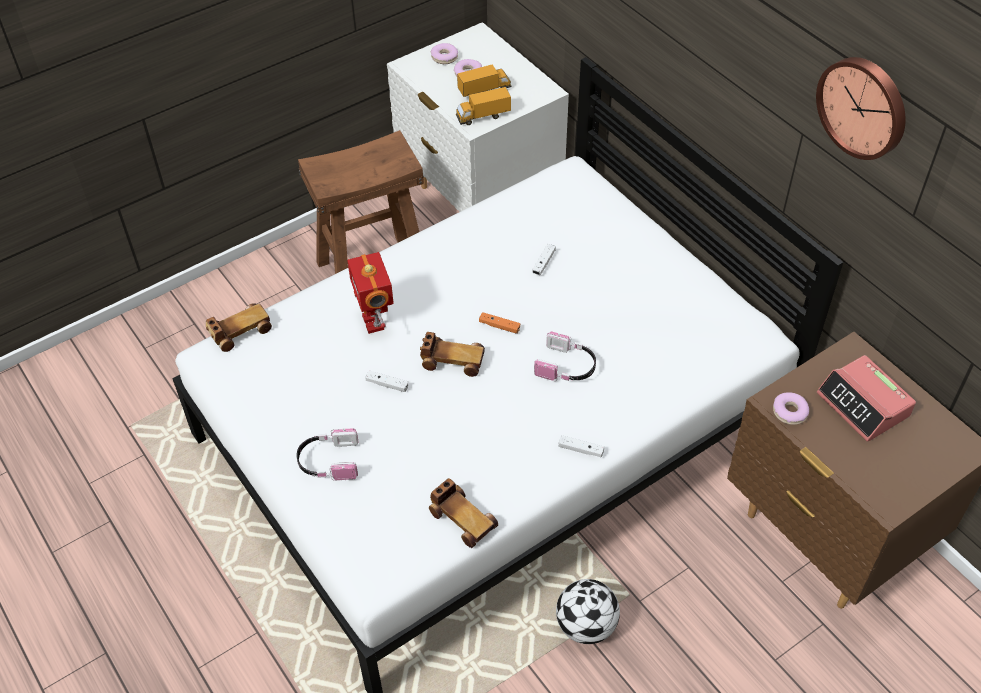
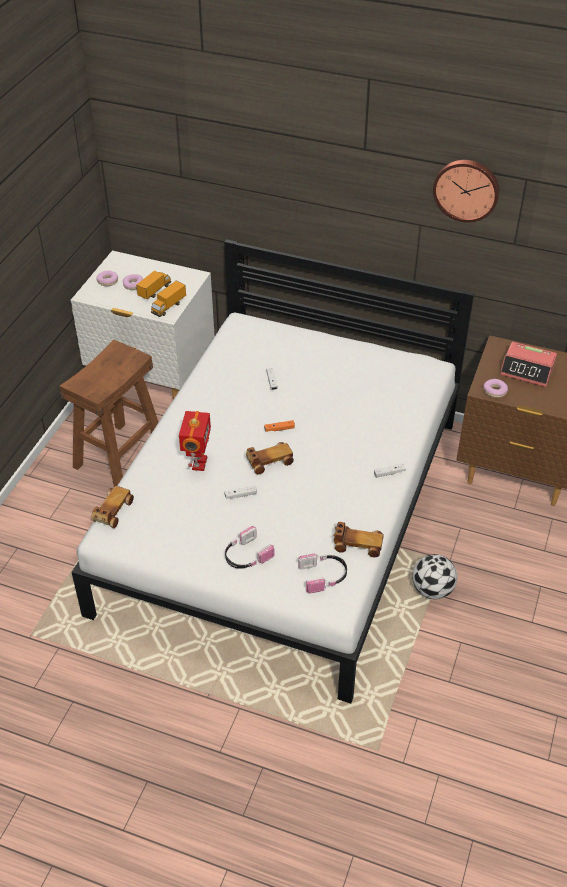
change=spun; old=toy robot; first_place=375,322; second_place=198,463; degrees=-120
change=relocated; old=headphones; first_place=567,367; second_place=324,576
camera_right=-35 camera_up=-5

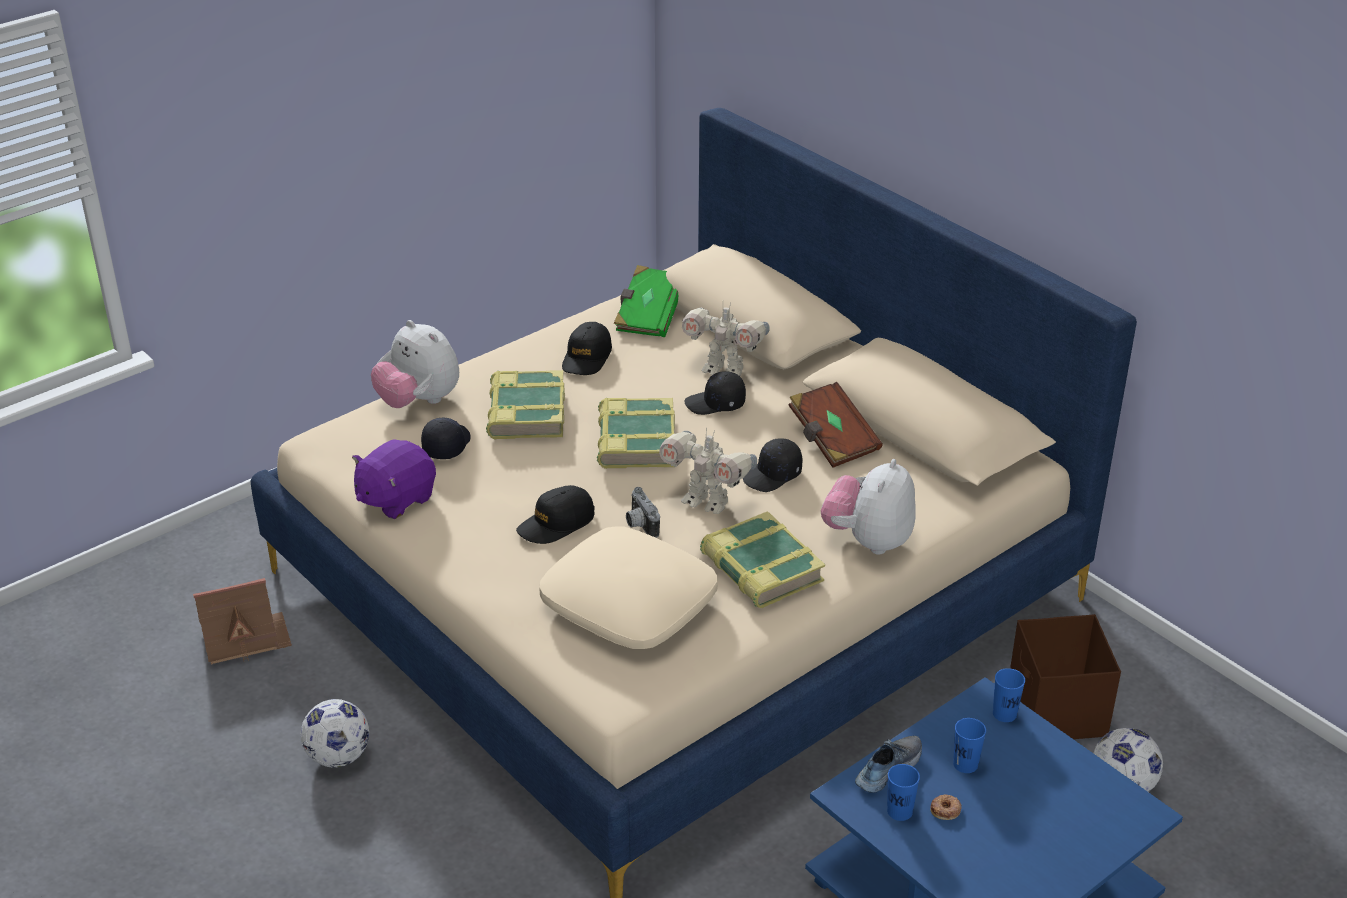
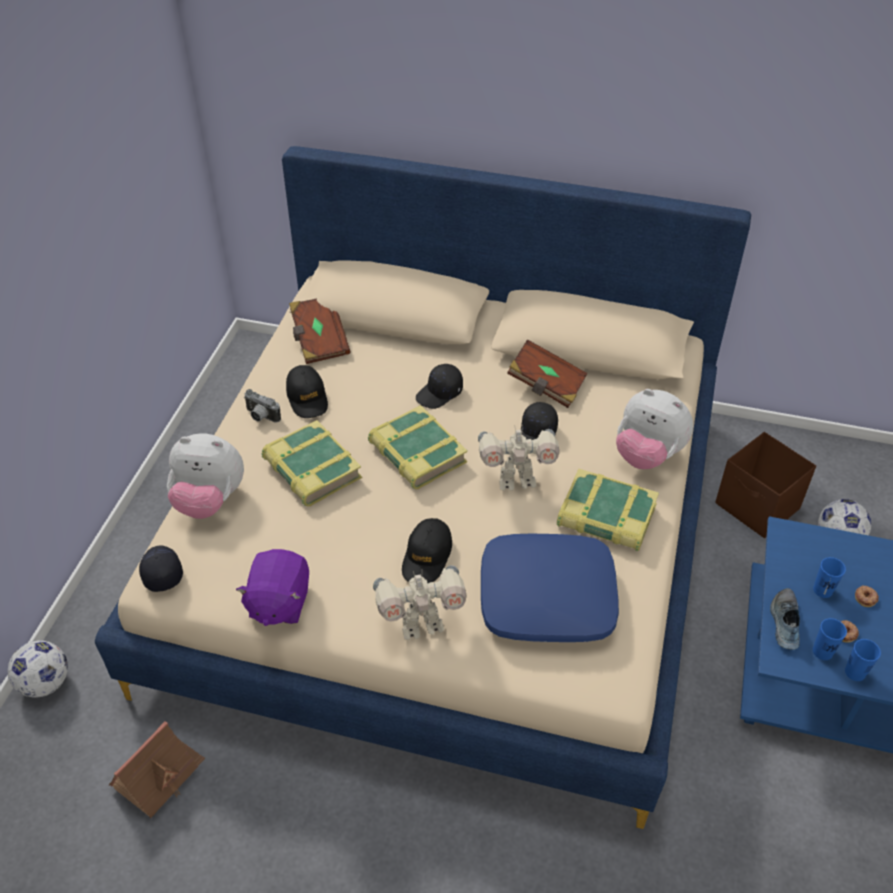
change=relocated; old=football; first_place=339,757; second_place=46,683
change=relocated; old=cap/black; first_place=446,445; second_place=160,571
change=colour; old=pillow/beige; new=pillow/blue; first_place=630,603; second_place=547,597
change=colour; old=book/green; new=book/brown; first_place=649,316; second_place=319,341
change=relocated; old=photo camera; first_place=639,525; second_place=260,417
change=relocated; old=toy robot; first_place=724,370; second_place=421,624
change=spun; old=plush toy; first_place=868,540; second_place=647,455; degrees=-45
change=relocated; old=cup/blue; first_place=1004,714; second_place=855,672
change=appeared; new=donut; second_place=865,597
camera_right=-35 camera_up=10

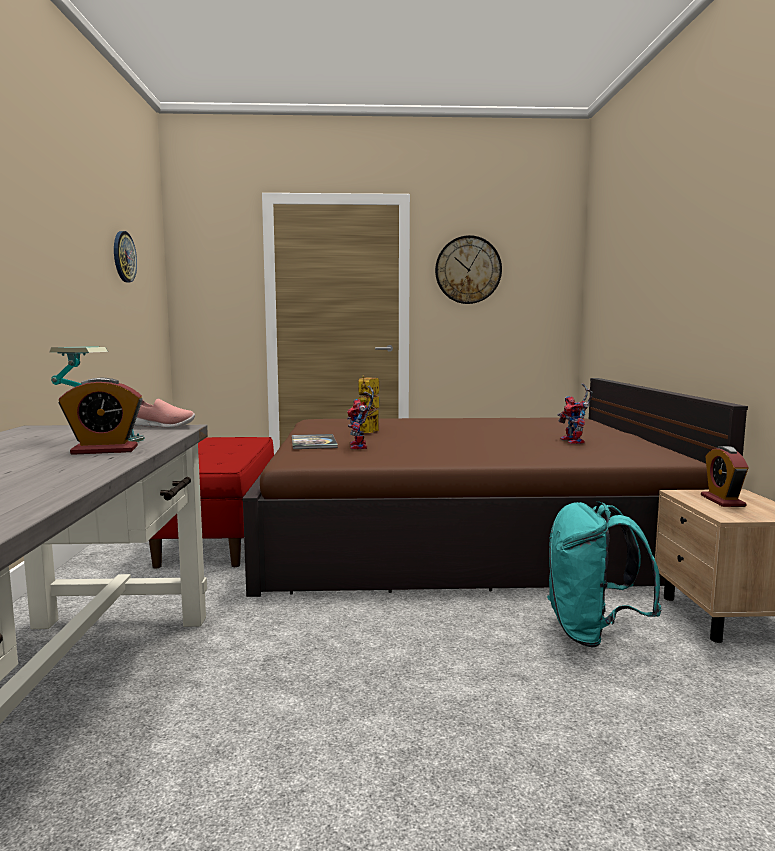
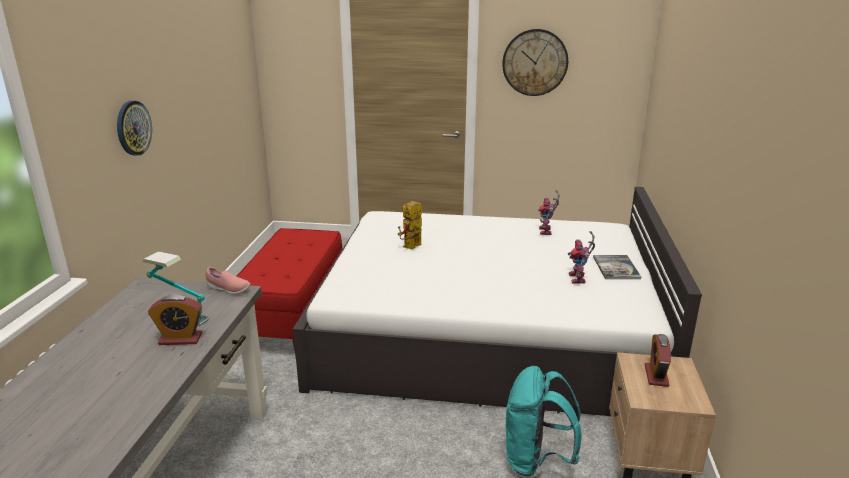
change=relocated; old=wall clock; first_place=123,256; second_place=133,128
change=colour; old=bed/brown; new=bed/white; first_place=464,532; second_place=488,332
change=relocated; old=book; first_place=313,443; second_place=616,268
change=relocated; old=toy robot; first_place=360,447; second_place=547,232
camera_right=10 camera_up=15

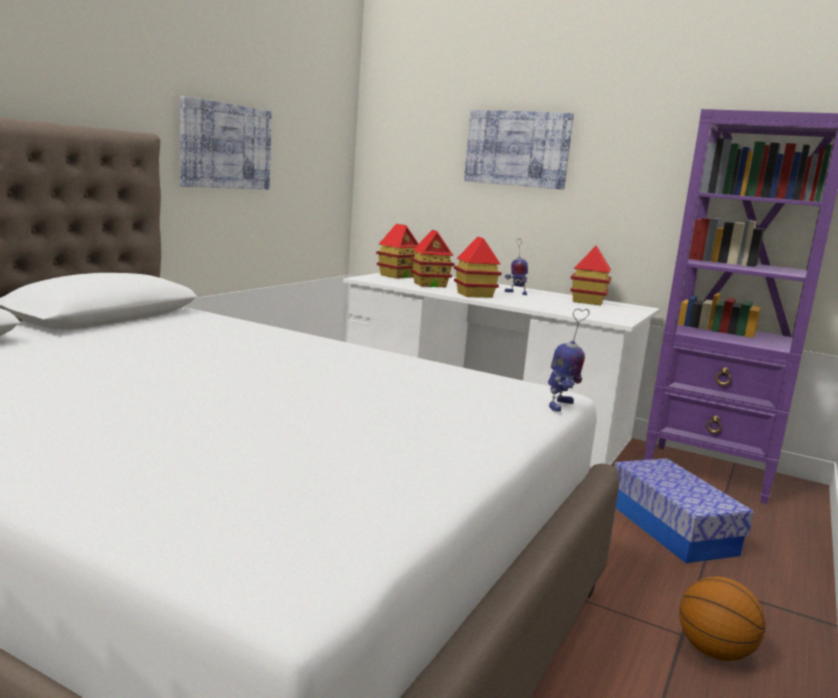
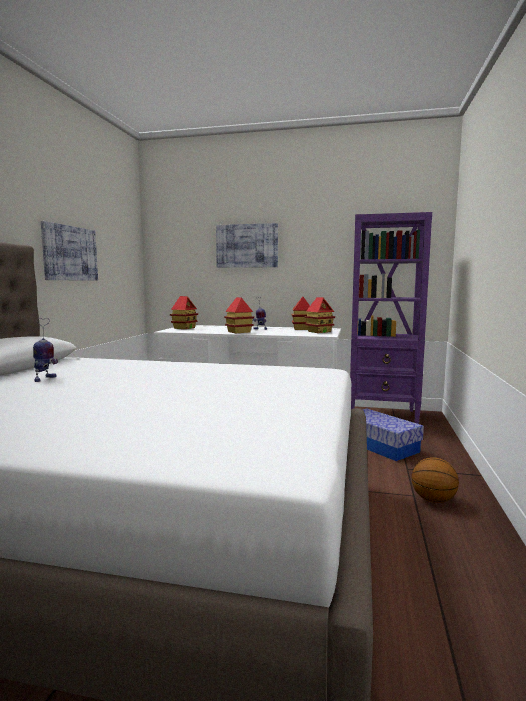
change=relocated; old=toy house; first_place=430,285; second_place=319,332
change=relocated; old=toy robot; first_place=560,406; second_place=44,379
camera_right=-15 camera_up=-5

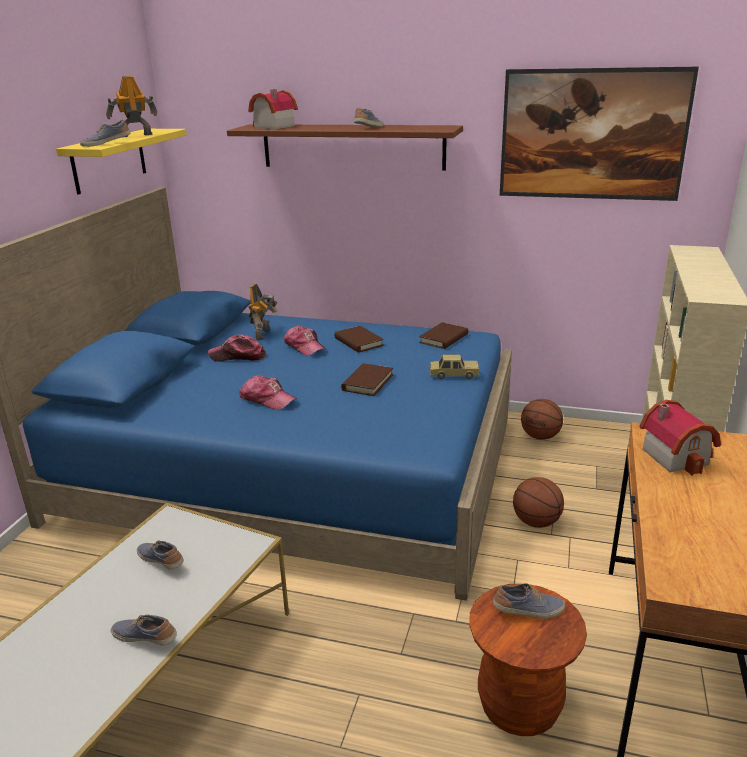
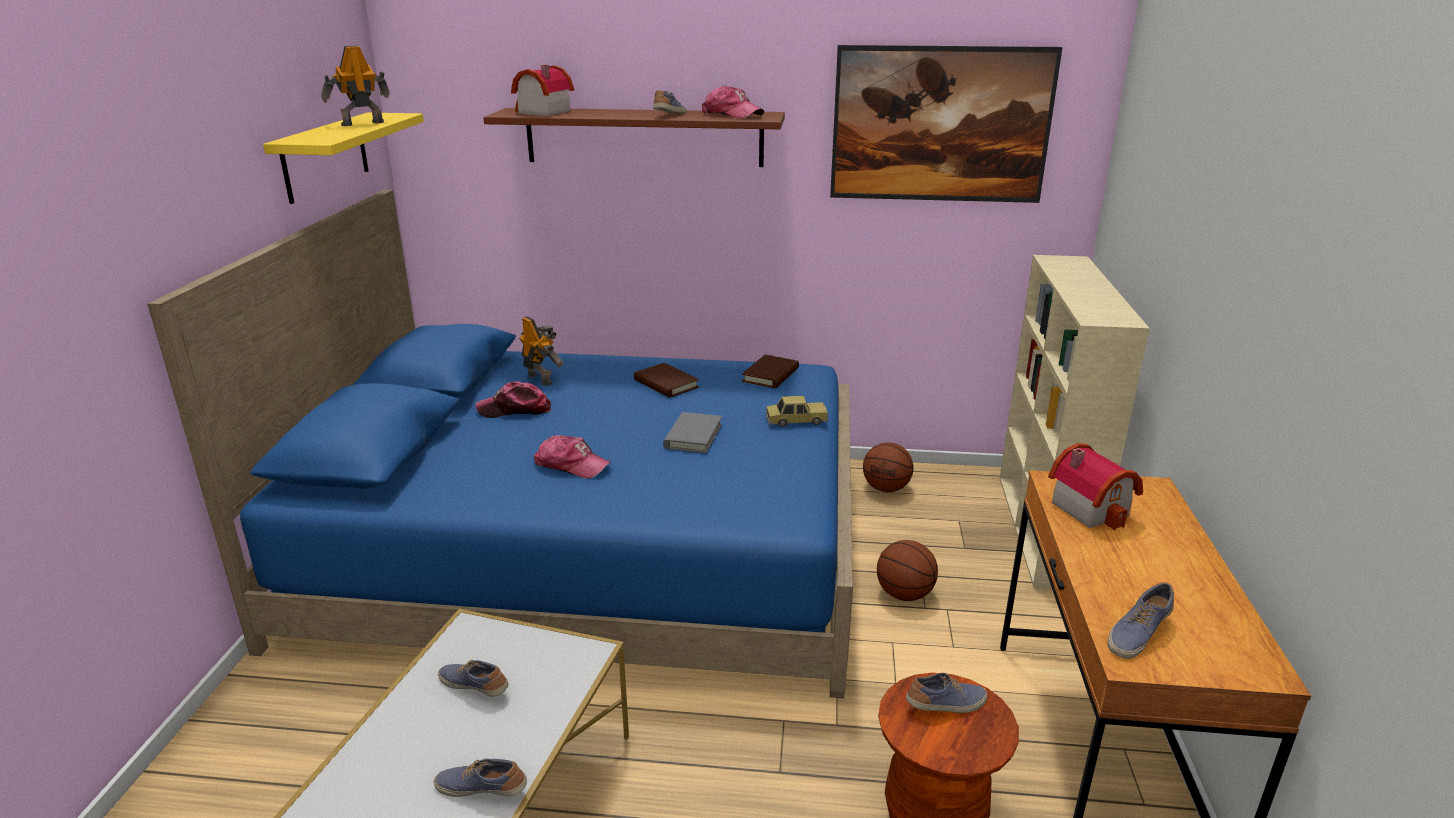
change=relocated; old=shoe; first_place=106,144; second_place=1137,633
change=spun; old=toy robot; first_place=264,334; second_place=541,379; degrees=-45
change=relocated; old=cap; first_place=304,347; second_place=731,115
change=colour; old=book/brown; new=book/grey; first_place=367,382; second_place=693,436
camera_right=-10 camera_up=0

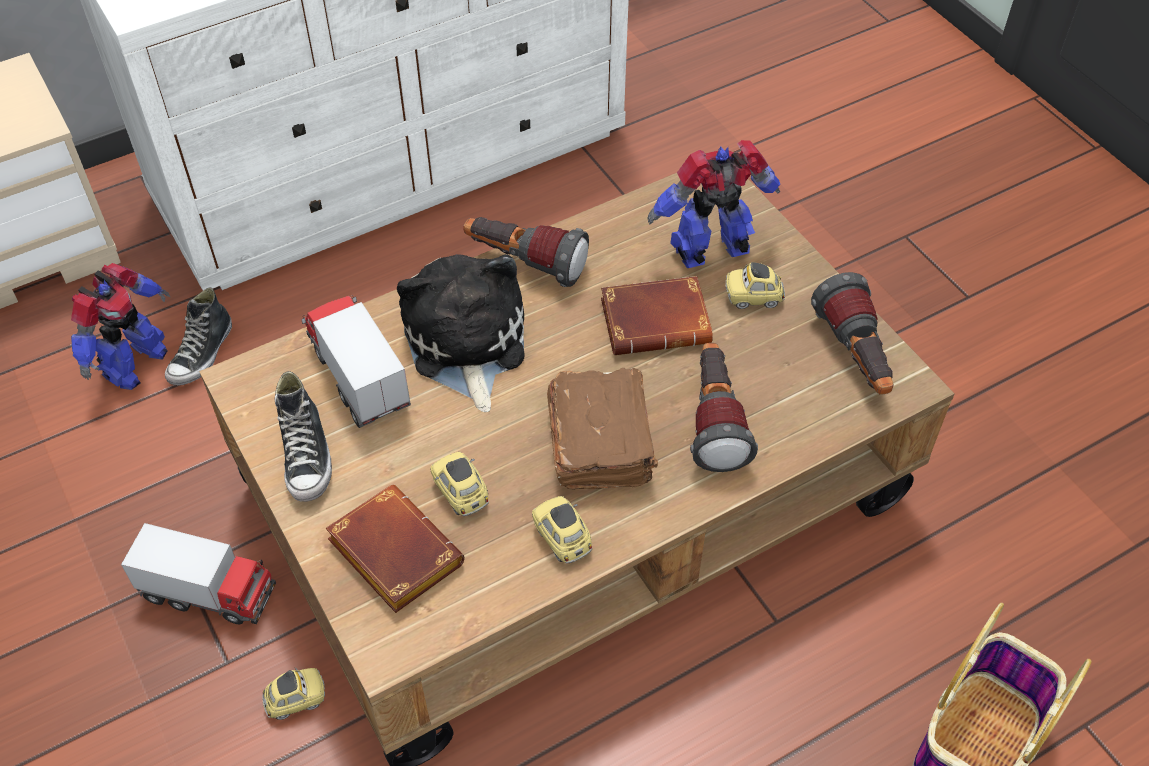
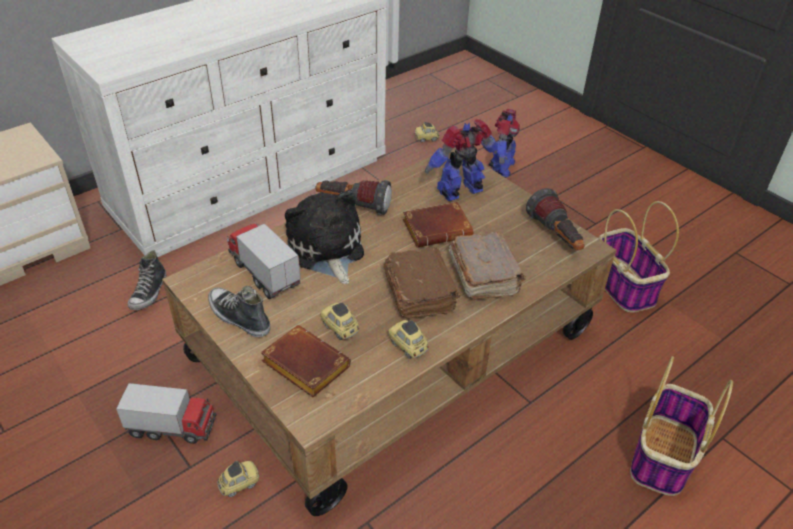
change=relocated; old=toy robot; first_place=134,364; second_place=501,167
change=spun; old=shoe; first_place=307,455; second_place=239,317; degrees=150
change=exchanged; old=flashlight; new=book/brown; first_place=714,420; second_place=484,275
change=relocated; old=toy car; first_place=753,297; second_place=426,139
change=appeared; new=basket; second_place=622,285
camera_right=-10 camera_up=-10

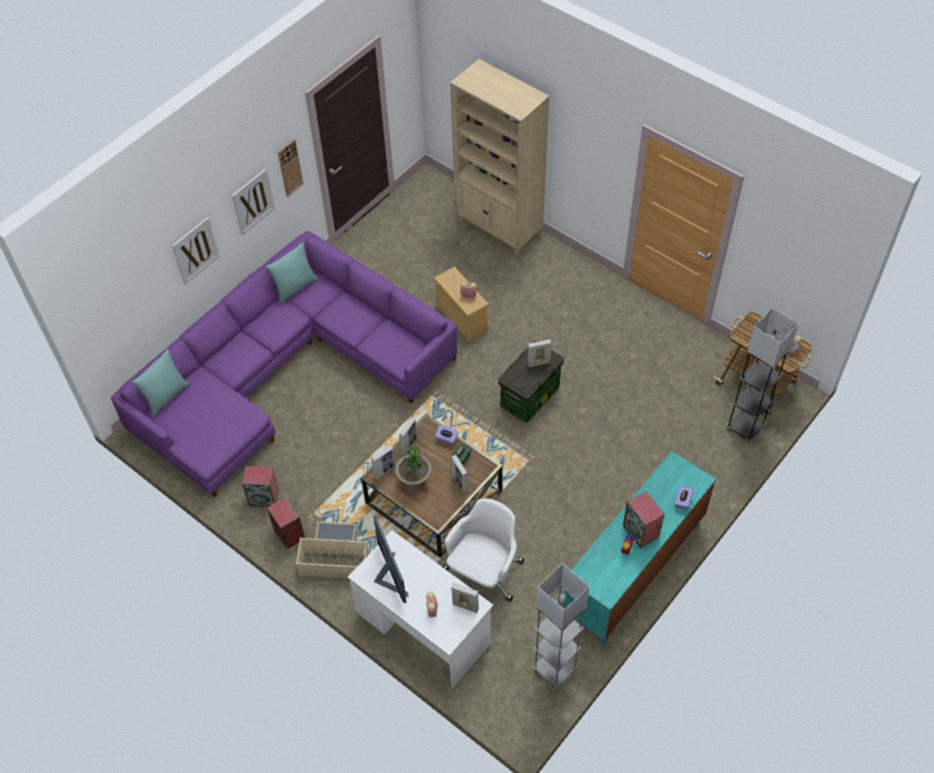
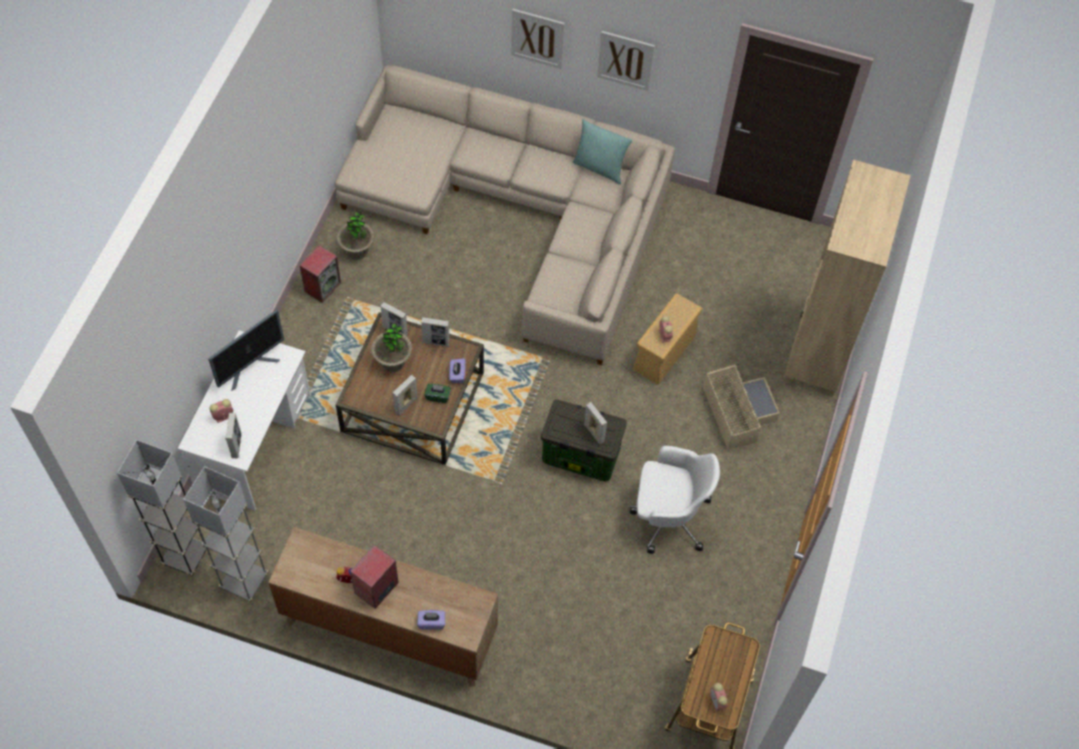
change=colour; old=sofa/purple; new=sofa/beige; first_place=285,371; second_place=516,212
change=missing; old=pillow/turquoise; first_place=166,396
change=exchanged; old=speaker; new=potted plant; first_place=264,497; second_place=357,250
change=missing; old=wall clock; first_place=290,167
change=relocated; old=storage box/beige; first_place=334,557; second_place=737,411
change=relocated; old=office chair/white; first_place=483,574; second_place=668,516
change=colour; old=dresser/turquoise; new=dresser/brown; first_place=633,571; second_place=389,629
change=relocated; old=floor lamp/grey; first_place=745,427; second_place=185,556
camera_right=65 camera_up=5

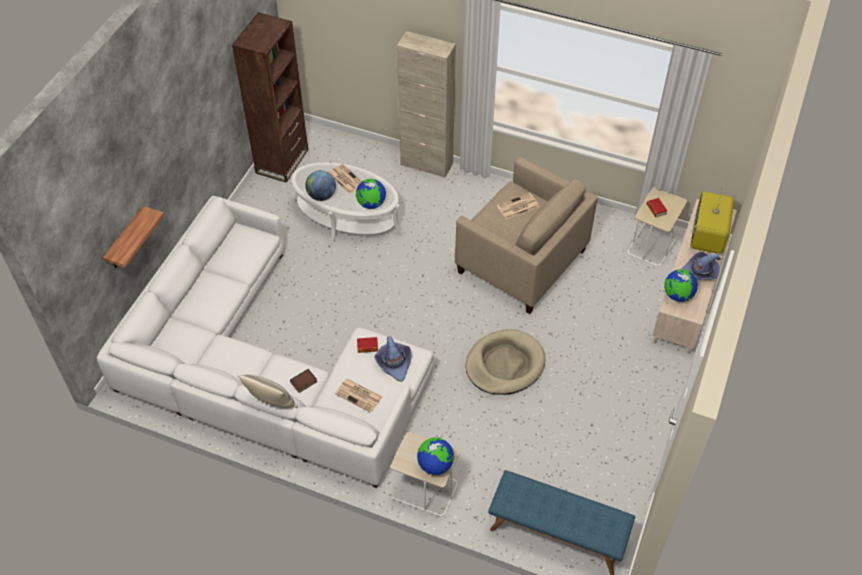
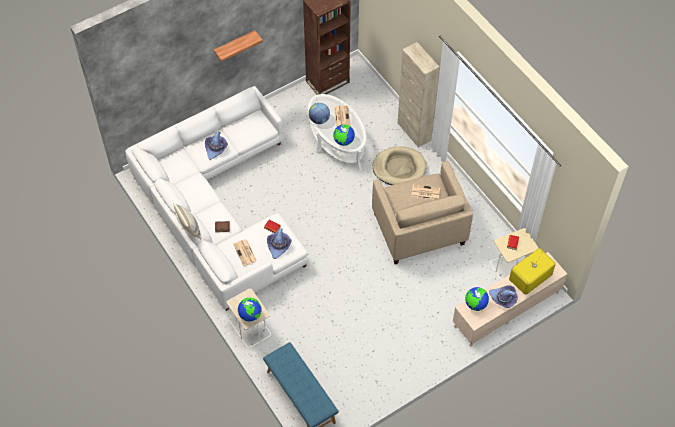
change=relocated; old=shelf; first_place=126,240; second_place=234,45
change=relocated; old=dog bed/beige; first_place=504,364; second_place=399,168
change=appeared; new=hat/purple; second_place=216,148
camera_right=35 camera_up=5

